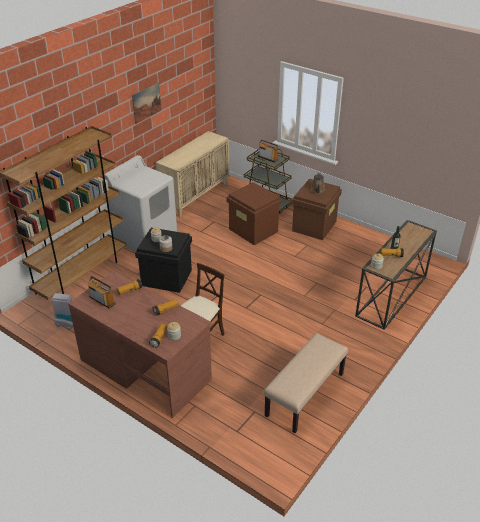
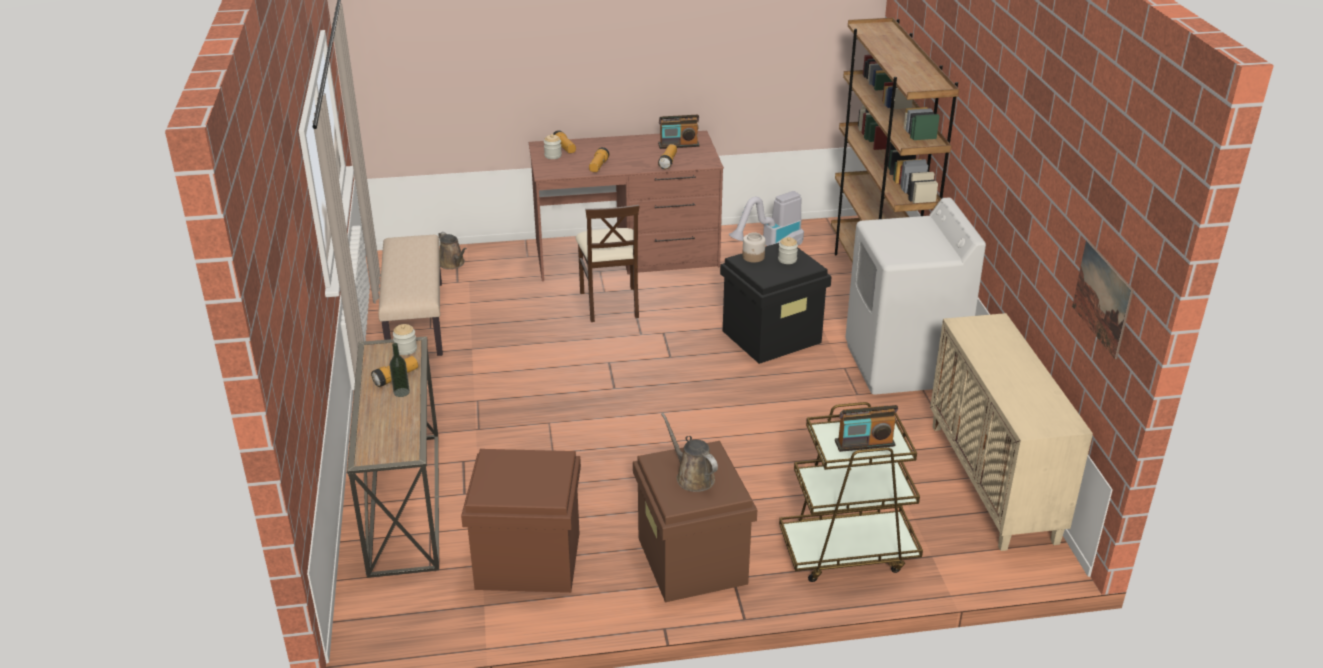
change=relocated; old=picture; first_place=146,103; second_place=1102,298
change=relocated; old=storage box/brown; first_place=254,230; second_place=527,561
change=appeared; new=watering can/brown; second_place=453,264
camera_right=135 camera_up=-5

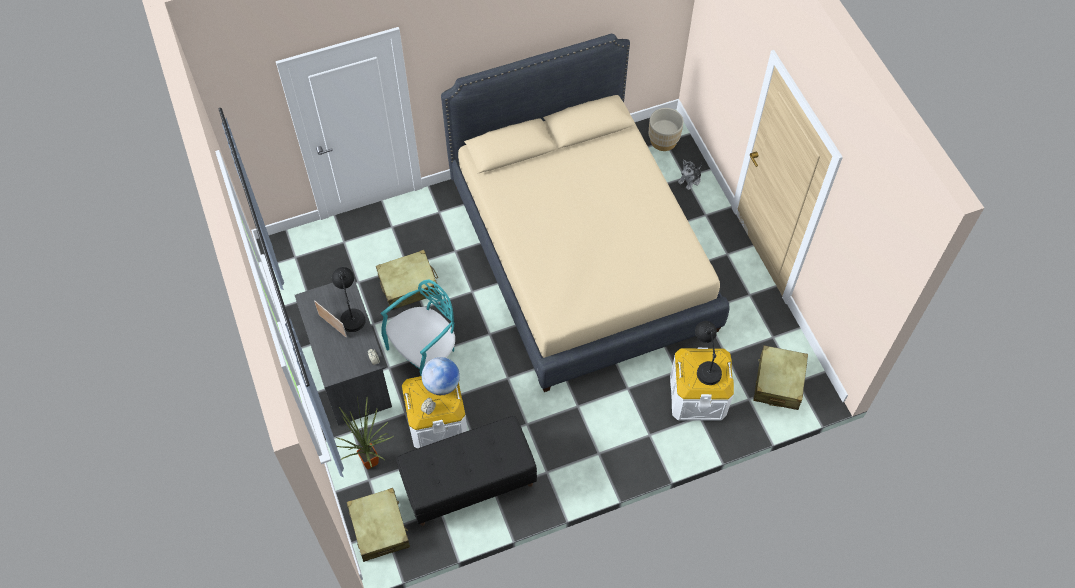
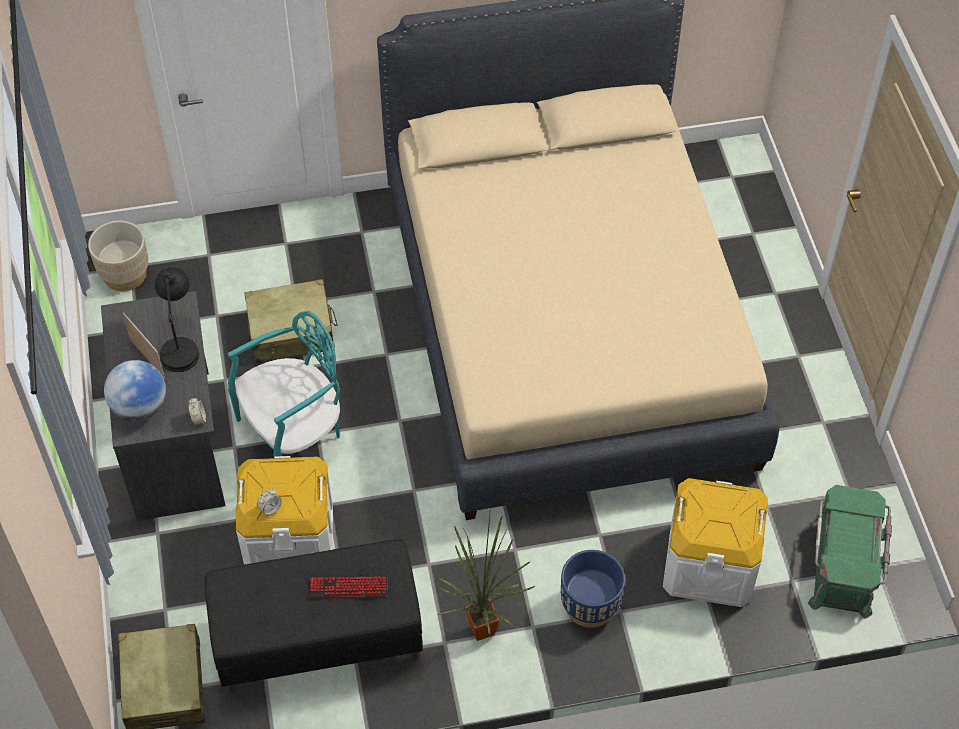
change=relocated; old=potted plant; first_place=373,461; second_place=486,629
change=relocated; old=globe; first_place=441,384; second_place=139,407
change=relocated; old=planter/beige; first_place=663,140; second_place=125,274
change=missing; old=plush toy; first_place=690,179
change=missing; old=table lamp/black; first_place=705,363
change=exchanged; old=suitcase/beige; new=storage box/green; first_place=778,383; second_place=845,563
change=appeared; new=keyboard; second_place=348,587
change=appeared; new=planter/blue; second_place=589,605
camera_right=10 camera_up=-5

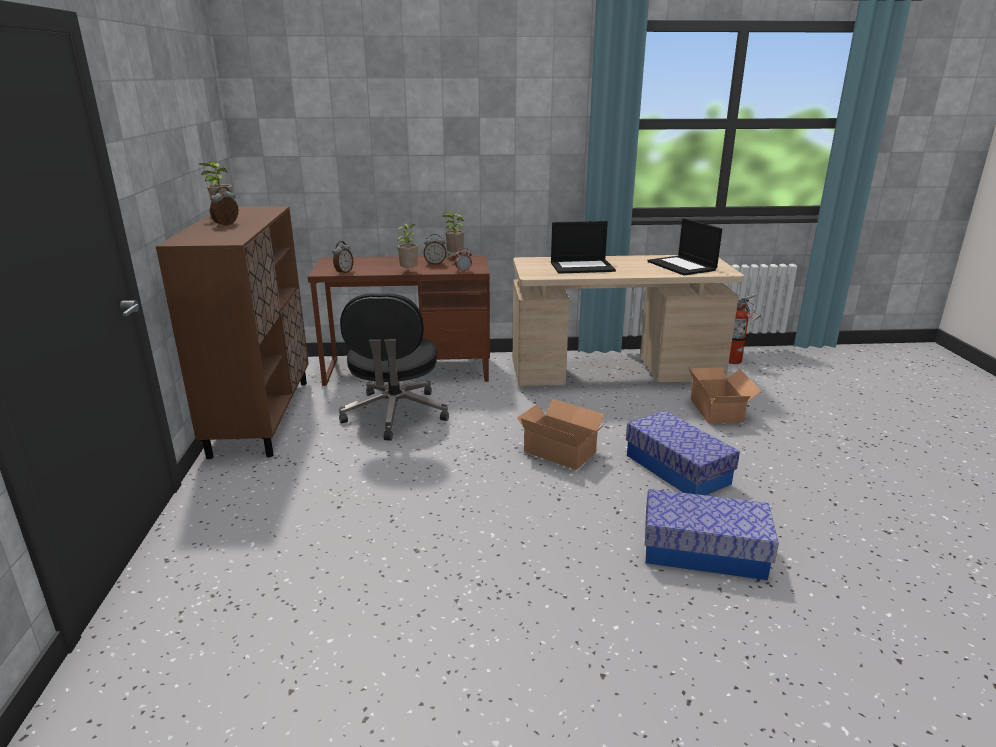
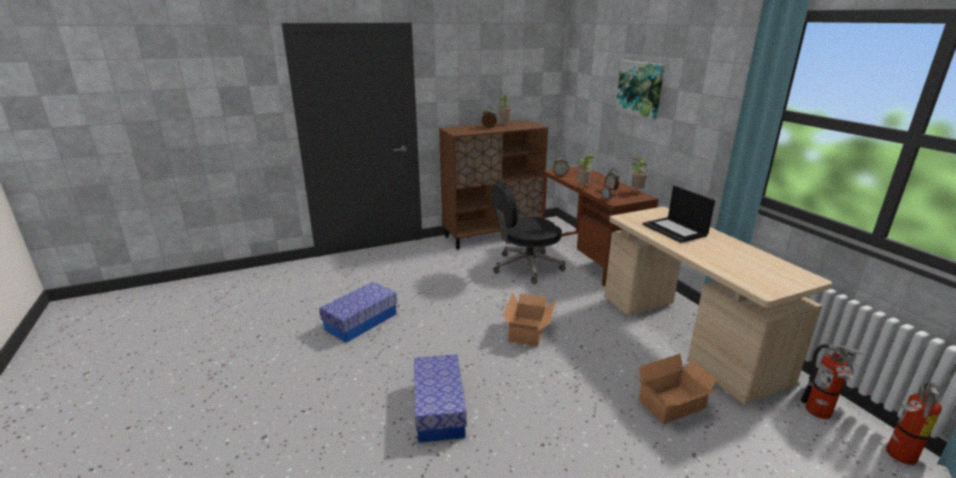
change=relocated; old=storage box; first_place=677,469; second_place=361,321
change=missing; old=laptop; first_place=682,266
change=appeared; new=picture; second_place=640,88
change=appeared; new=fire extinguisher; second_place=898,455
camera_right=70 camera_up=0

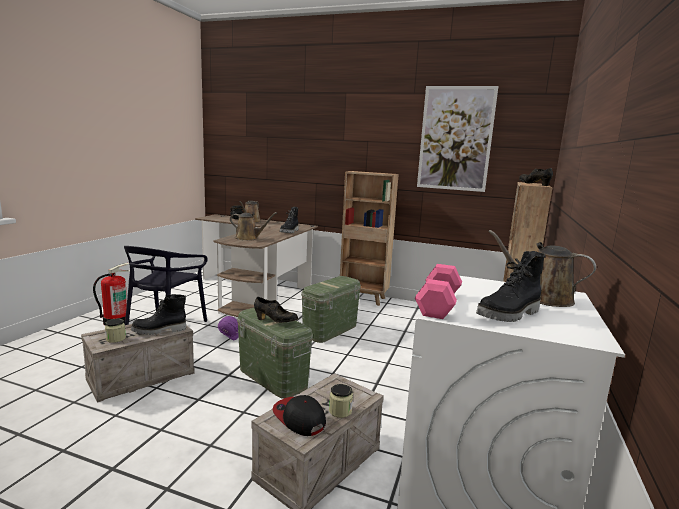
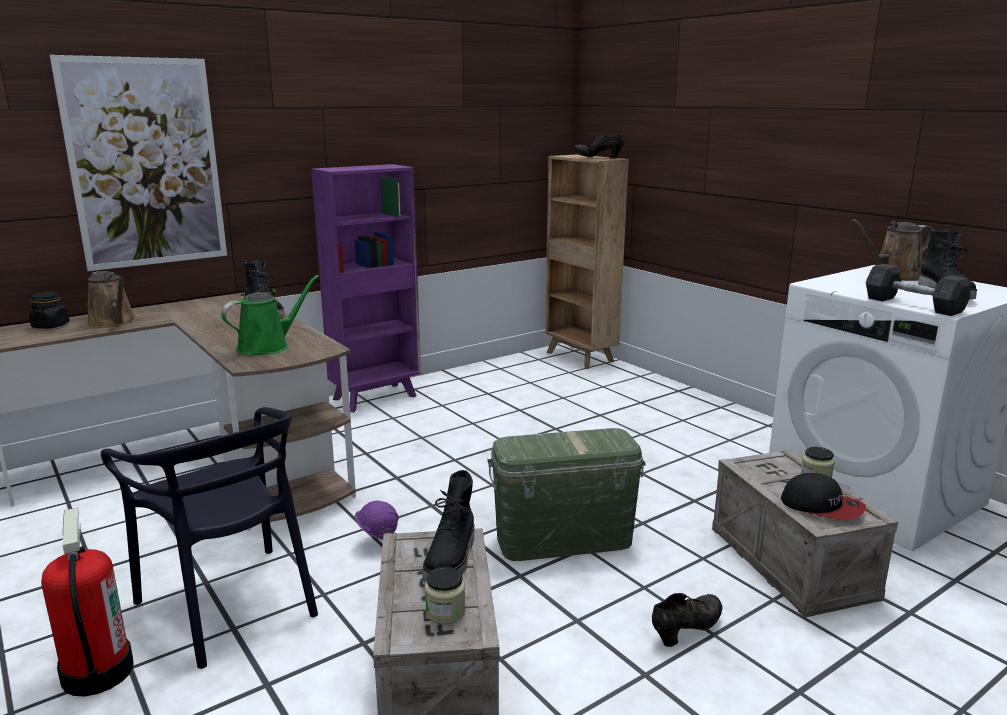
change=colour; old=watering can/brown; new=watering can/green; first_place=249,238; second_place=267,346
change=relocated; old=shoe/black; first_place=275,321; second_place=686,630
change=spun; old=cap; first_place=298,418; second_place=822,506; degrees=-135
change=missing; old=storage box/green; first_place=330,330
change=colour; old=bookcase/brown; new=bookcase/purple; first_place=364,299; second_place=376,397
change=colour; old=dumbbell/pink; new=dumbbell/grey; first_place=438,304; second_place=913,305
change=relocated; old=picture; first_place=455,139; second_place=145,164
camera_right=-55 camera_up=5

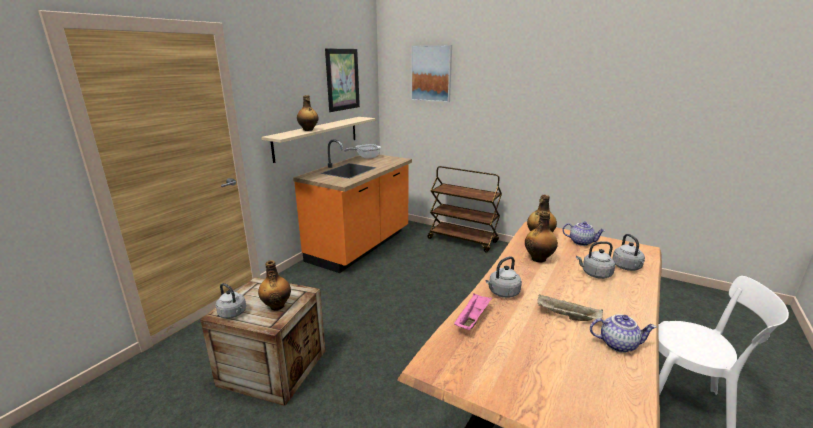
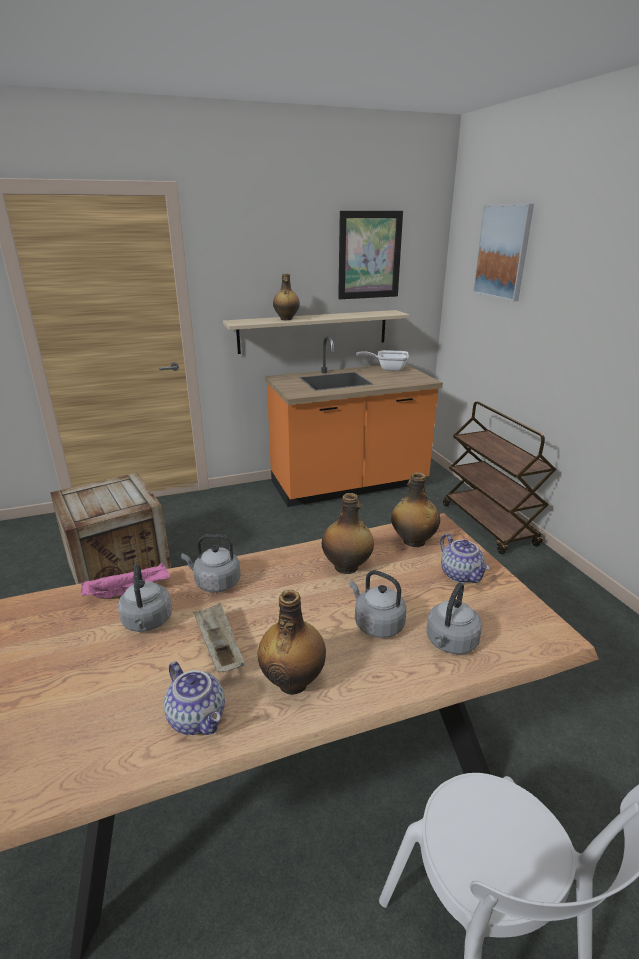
change=relocated; old=kettle/grey; first_place=233,314; second_place=147,622
change=relocated; old=bottle; first_place=277,305; second_place=293,681
camera_right=40 camera_up=5

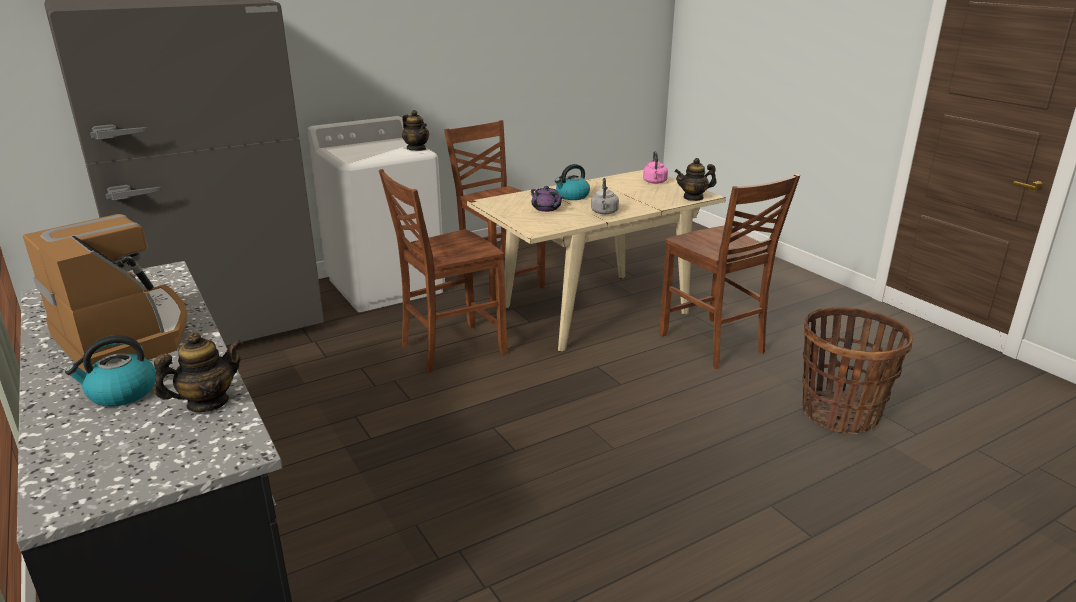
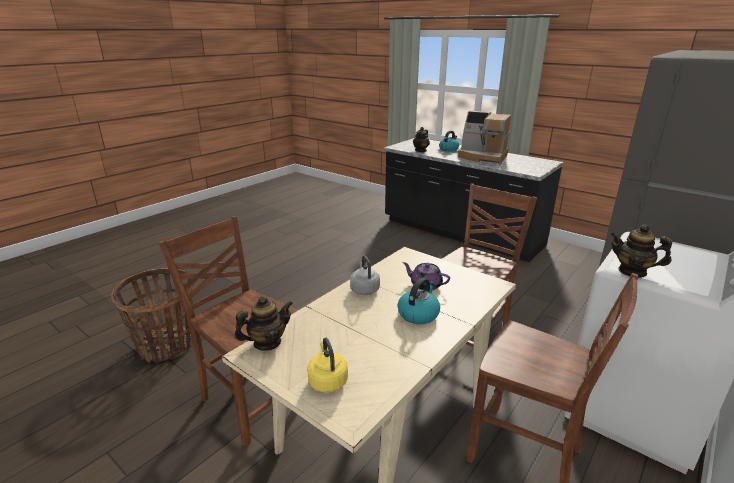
change=colour; old=kettle/pink; new=kettle/yellow; first_place=655,182; second_place=327,380
camera_right=160 camera_up=0

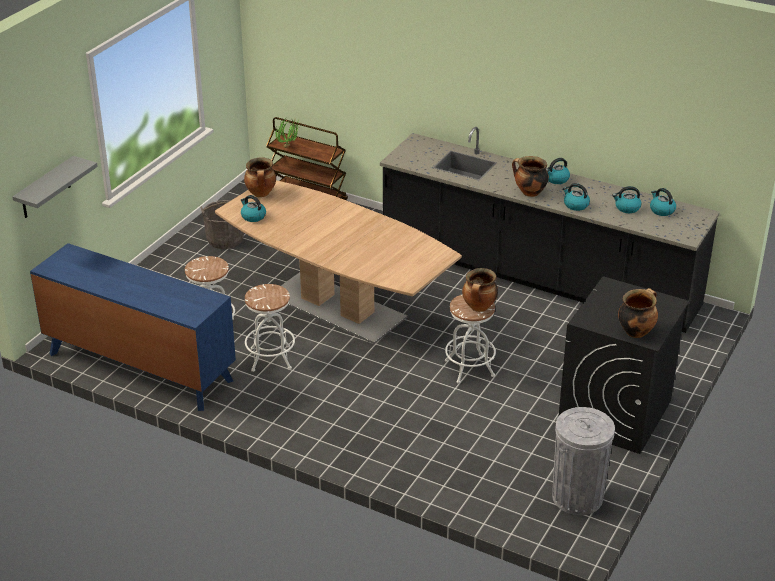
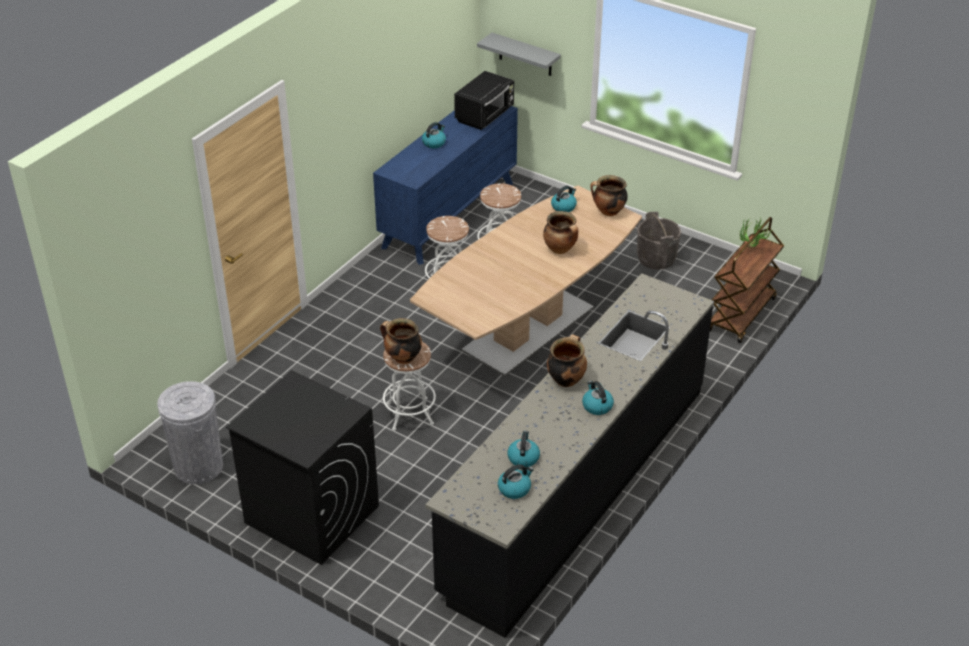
change=relocated; old=kettle; first_place=575,205; second_place=434,143
change=relocated; old=cooking pot; first_place=636,331; second_place=561,249
change=appeared; new=microwave/black; second_place=485,115
camera_right=95 camera_up=5

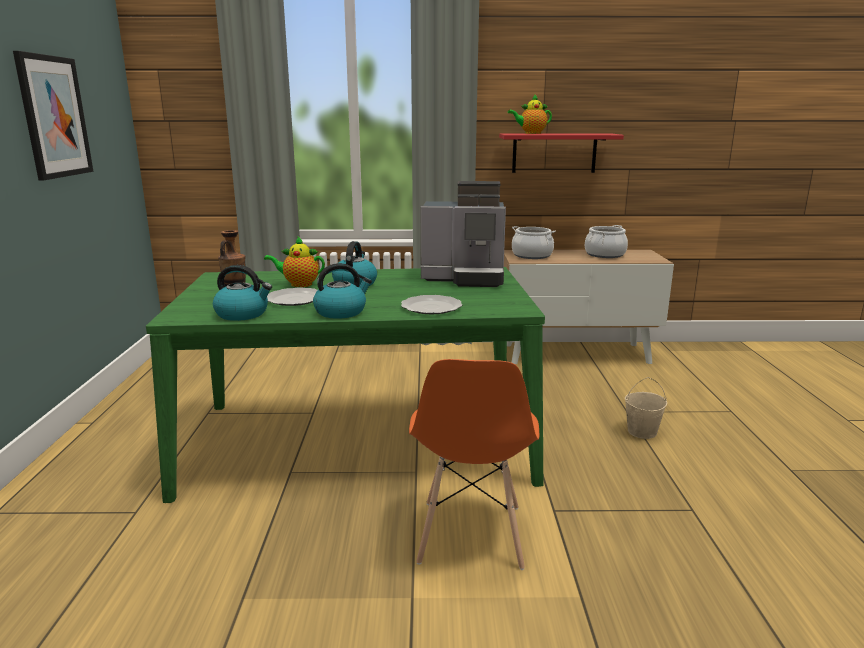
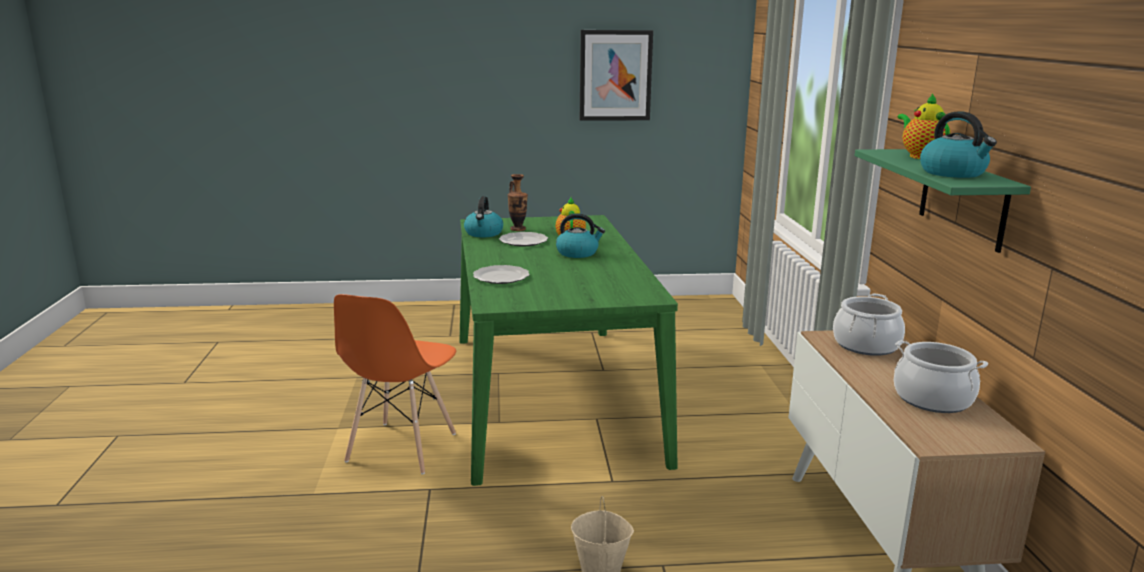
change=relocated; old=kettle; first_place=341,312; second_place=953,173
change=spun; old=chair/orange; first_place=470,535; second_place=401,448; degrees=-75
change=missing; old=coffee machine; first_place=466,278
change=colour; old=shelf/red; new=shelf/green; first_place=554,153; second_place=962,199
camera_right=85 camera_up=0

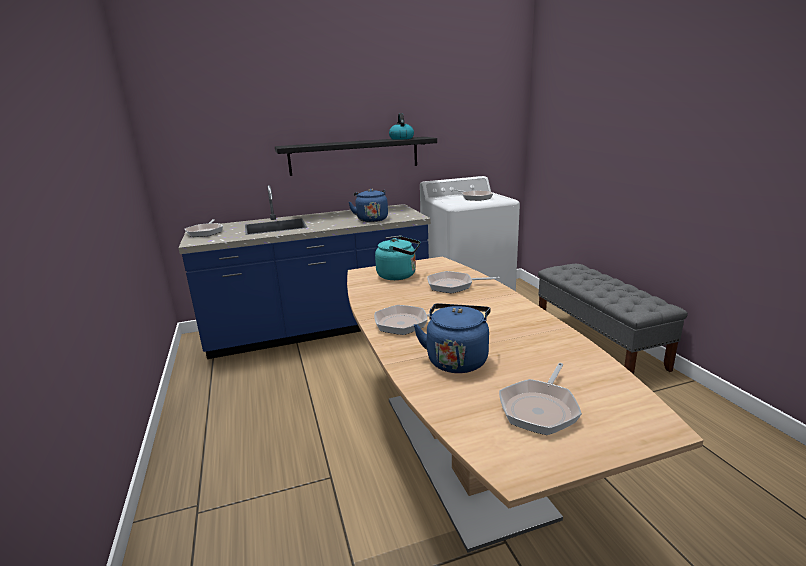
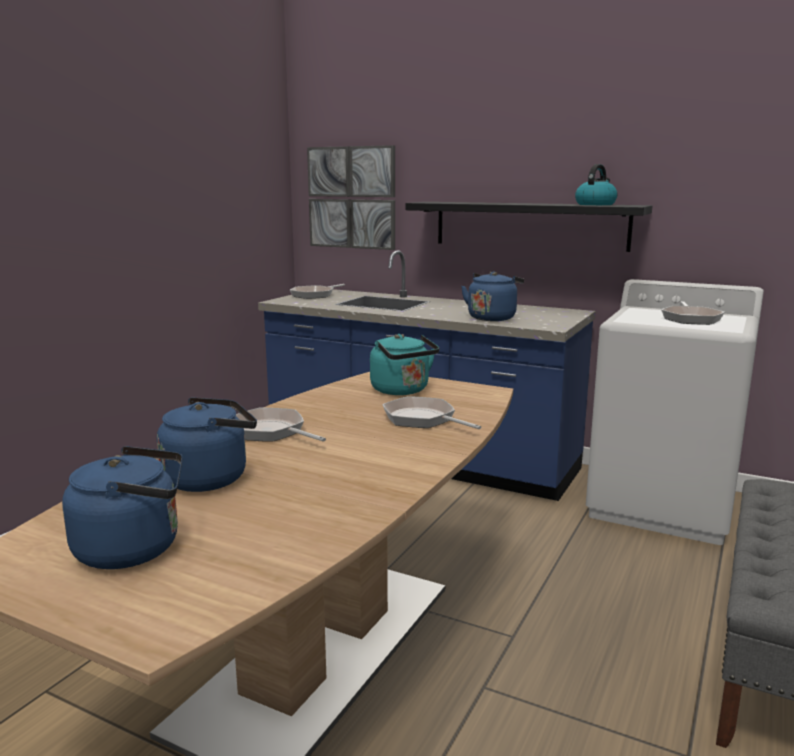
change=exchanged; old=frying pan; new=kettle/blue; first_place=540,408; second_place=135,549
change=appeared; new=picture; second_place=351,197
camera_right=45 camera_up=-5

